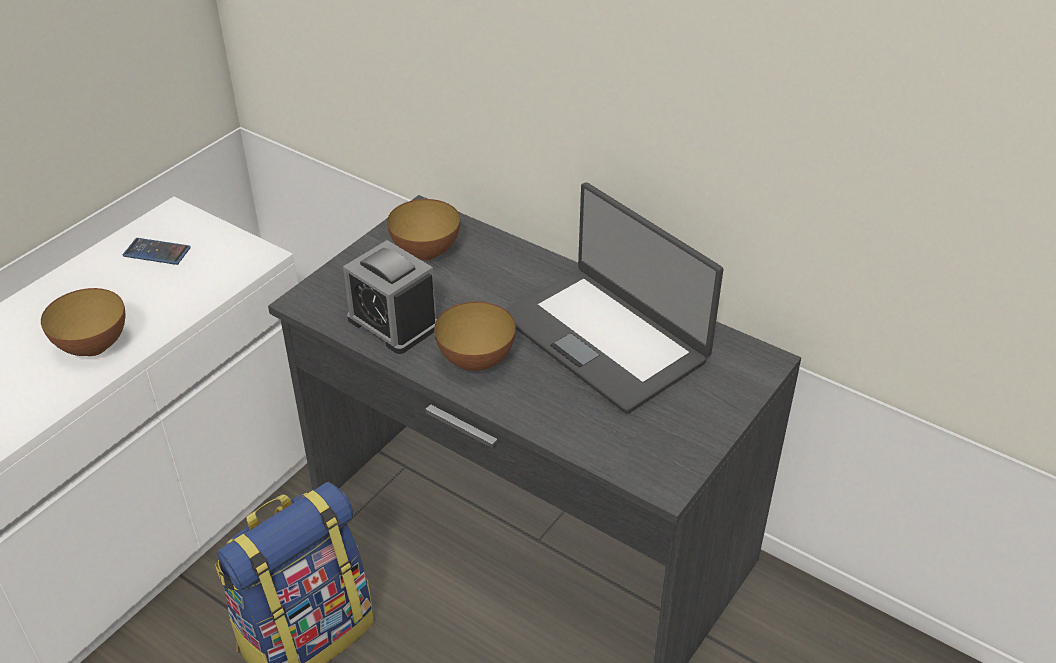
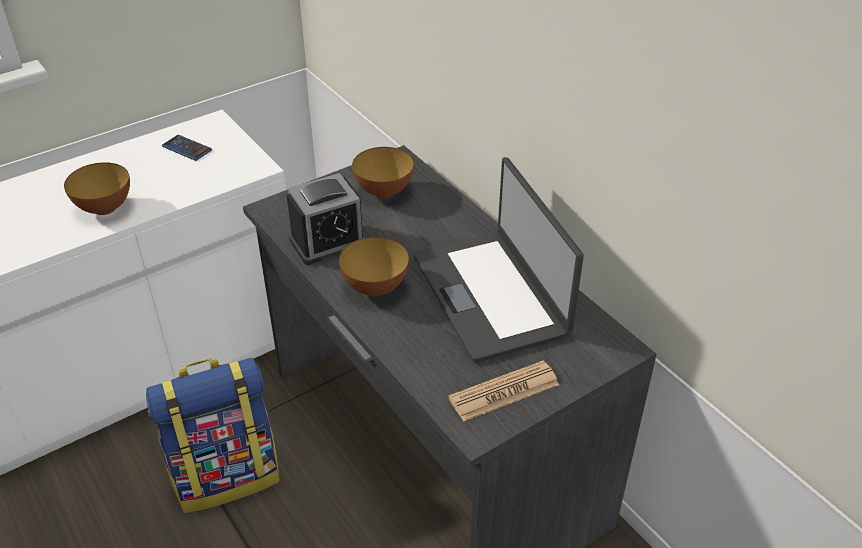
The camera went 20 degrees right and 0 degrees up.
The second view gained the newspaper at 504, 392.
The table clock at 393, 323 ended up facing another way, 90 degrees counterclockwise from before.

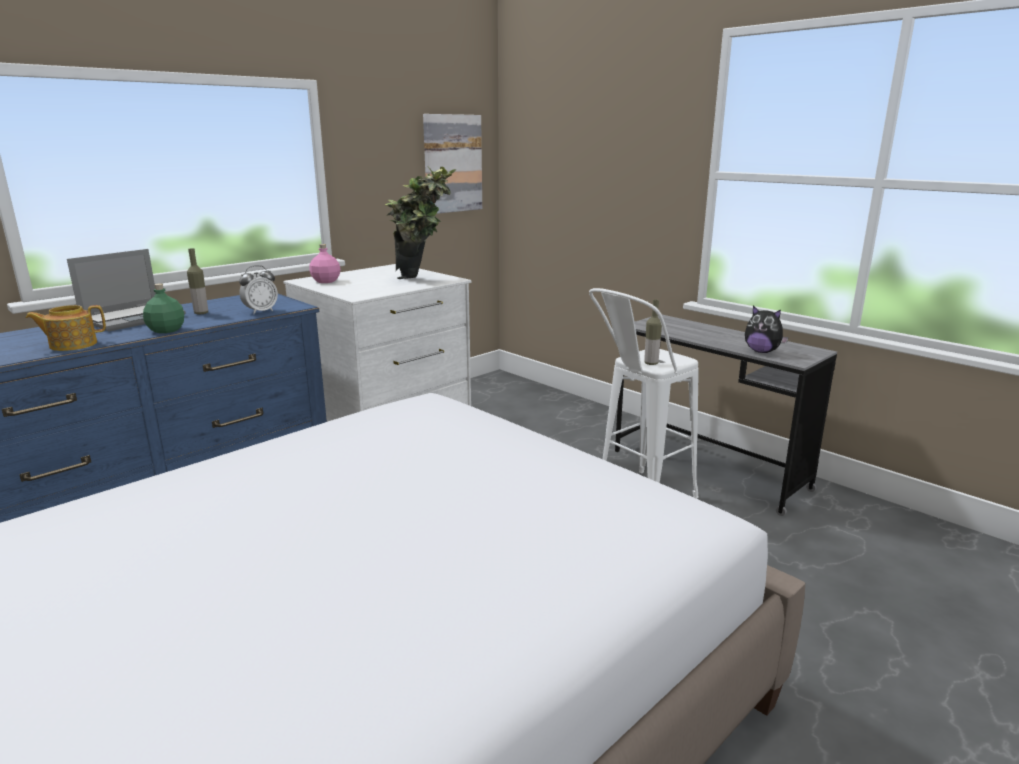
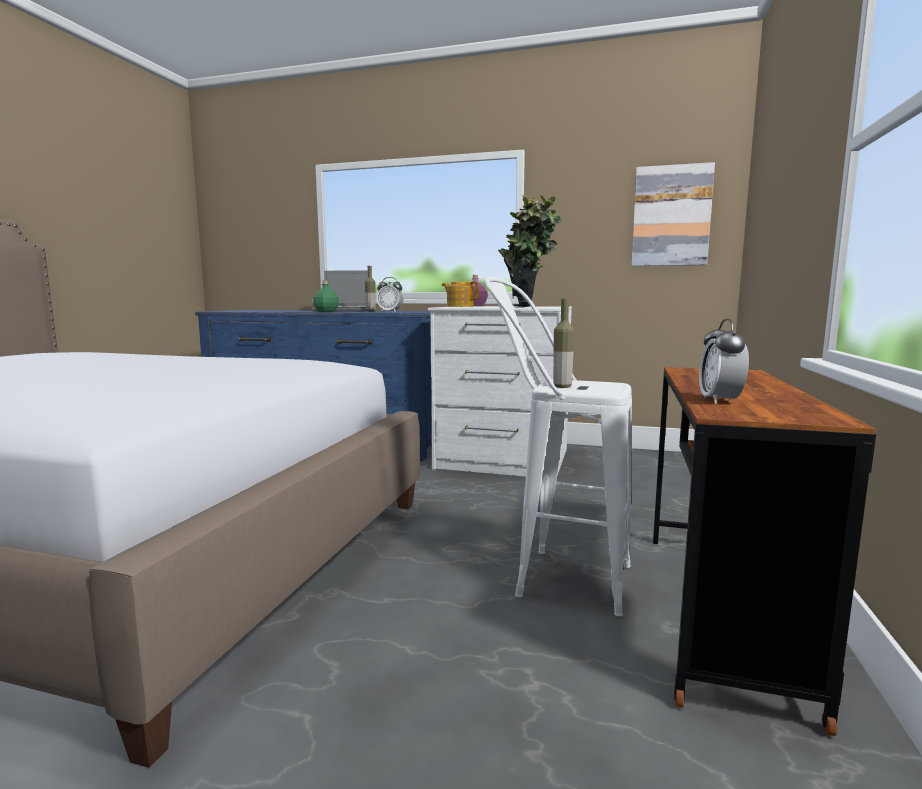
The camera went 60 degrees right and 10 degrees down.
The tea pot ended up elsewhere, having gone from 72, 345 to 460, 306.
Where the soft toy stood at 762, 351, the table clock came to stand at 720, 401.
What was the desk table/greyish at 708, 470 turned into the desk table/brown-coloured at 718, 612.

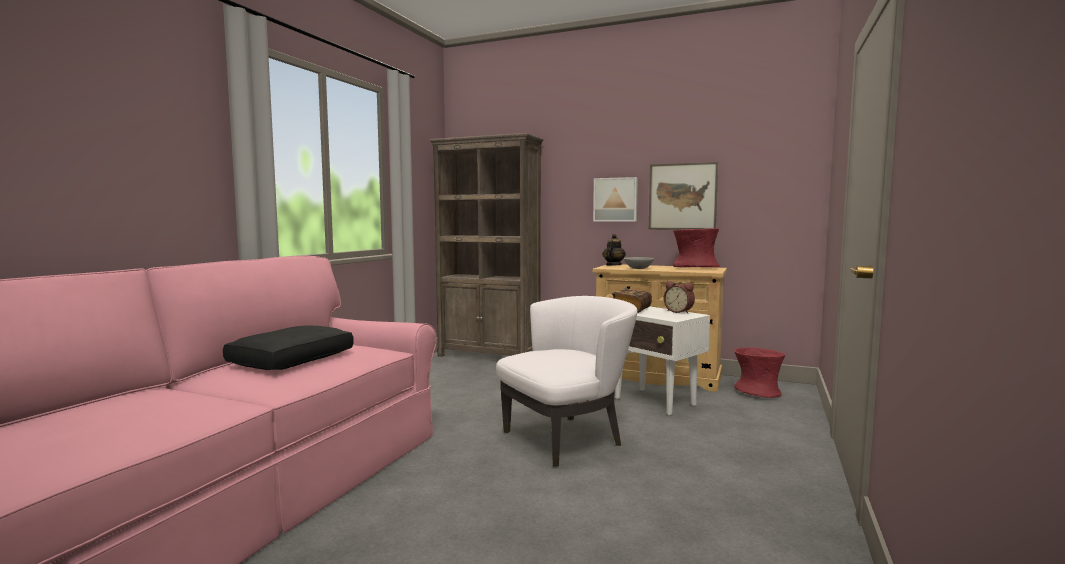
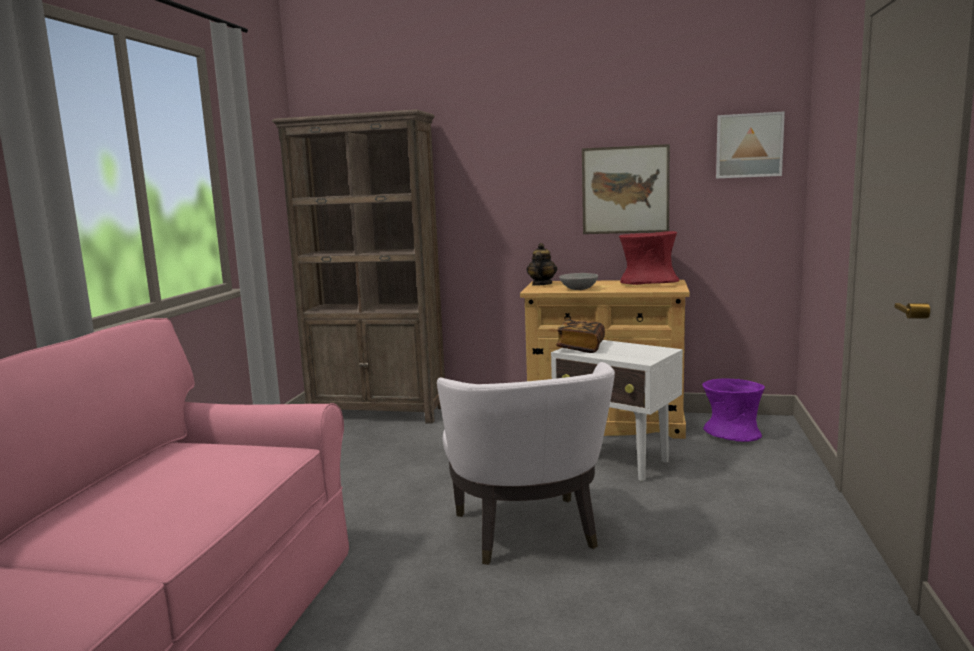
The camera went 10 degrees left and 5 degrees up.
The second view lost the cushion/blackish at 291, 359.
The second view lost the table clock at 679, 311.
The picture ended up elsewhere, having gone from 615, 199 to 748, 145.
What was the vase/reddish at 757, 392 turned into the vase/purple-coloured at 732, 434.
The easy chair/white at 566, 438 ended up facing another way, 120 degrees clockwise from before.

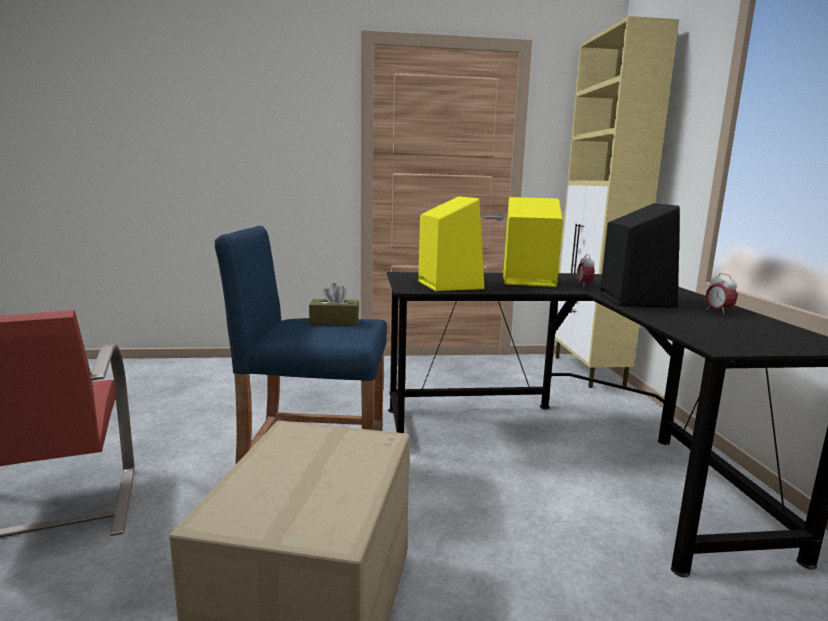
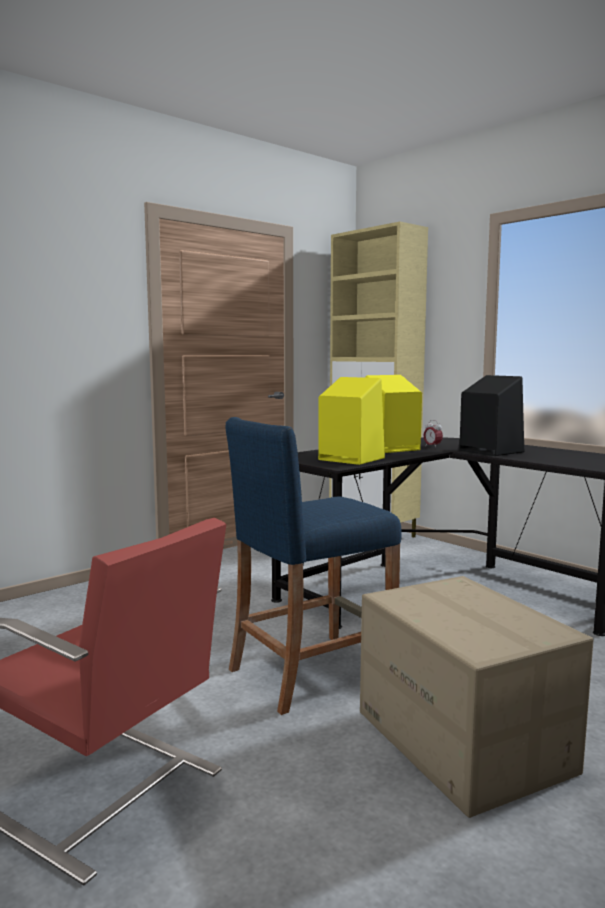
The camera went 35 degrees left and 5 degrees down.
The second view lost the tissue holder/brown-coloured at 334, 322.
The second view lost the table clock at 718, 311.

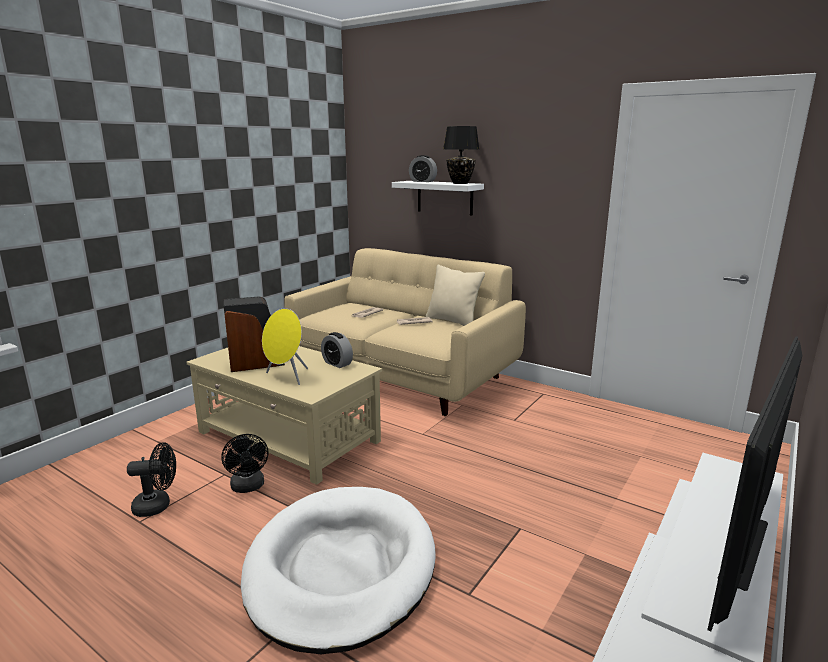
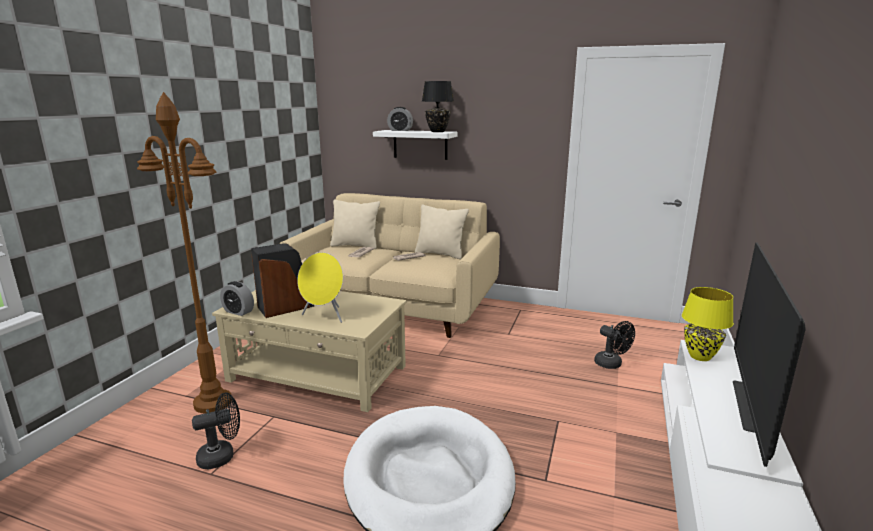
The camera went 15 degrees left and 0 degrees up.
The second view gained the floor lamp/brown-coloured at 212, 403.
The second view gained the cushion/sand-coloured at 355, 245.
The second view gained the lamp for a table/yellowish at 700, 357.
The electric fan/blackish ended up elsewhere, having gone from 248, 487 to 612, 364.
The table clock ended up elsewhere, having gone from 337, 363 to 238, 311.

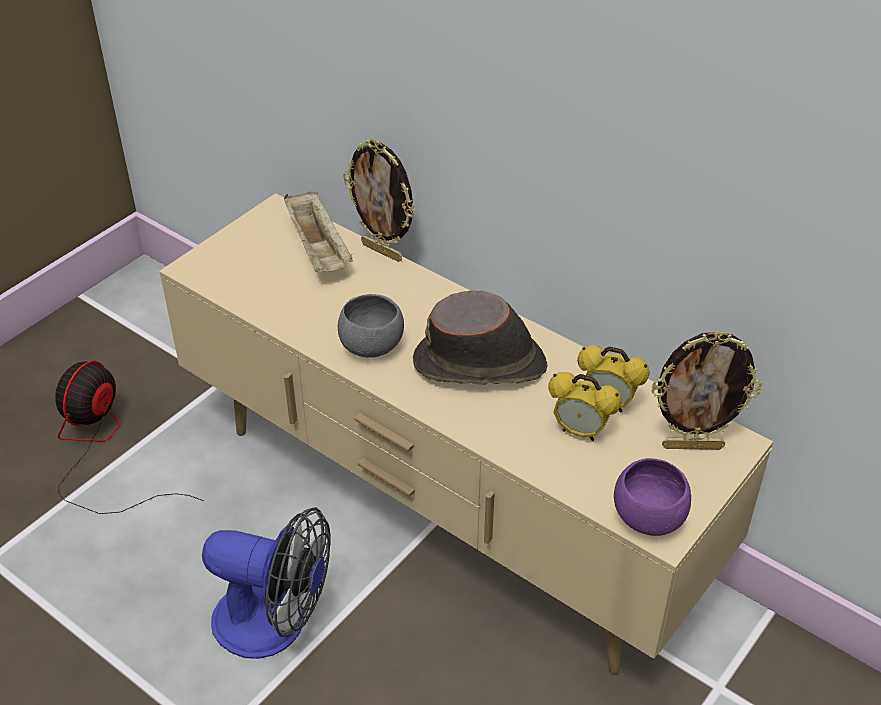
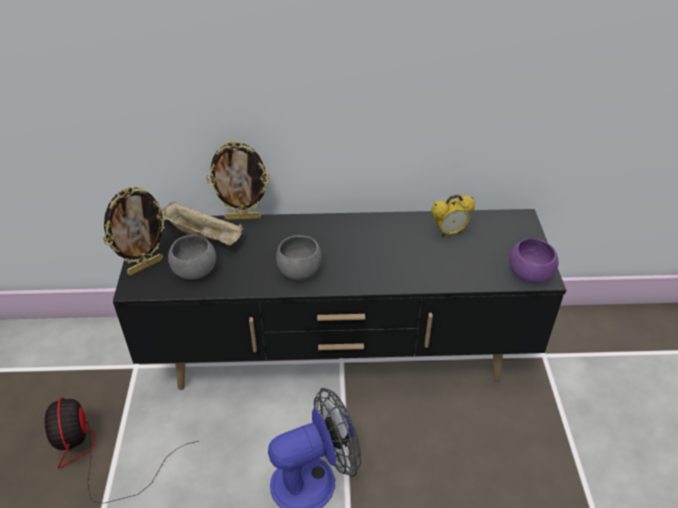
The camera went 40 degrees left and 0 degrees up.
The second view lost the hat/brown-coloured at 481, 364.
The second view lost the table clock at 580, 432.
The second view gained the serving bowl/greyish at 194, 271.
The photo frame ended up elsewhere, having gone from 692, 445 to 145, 266.
What was the media console/sand-coloured at 443, 512 turned into the media console/blackish at 340, 357.

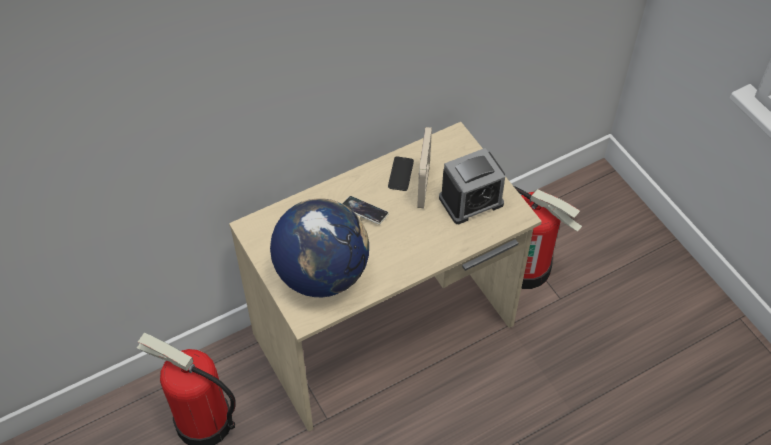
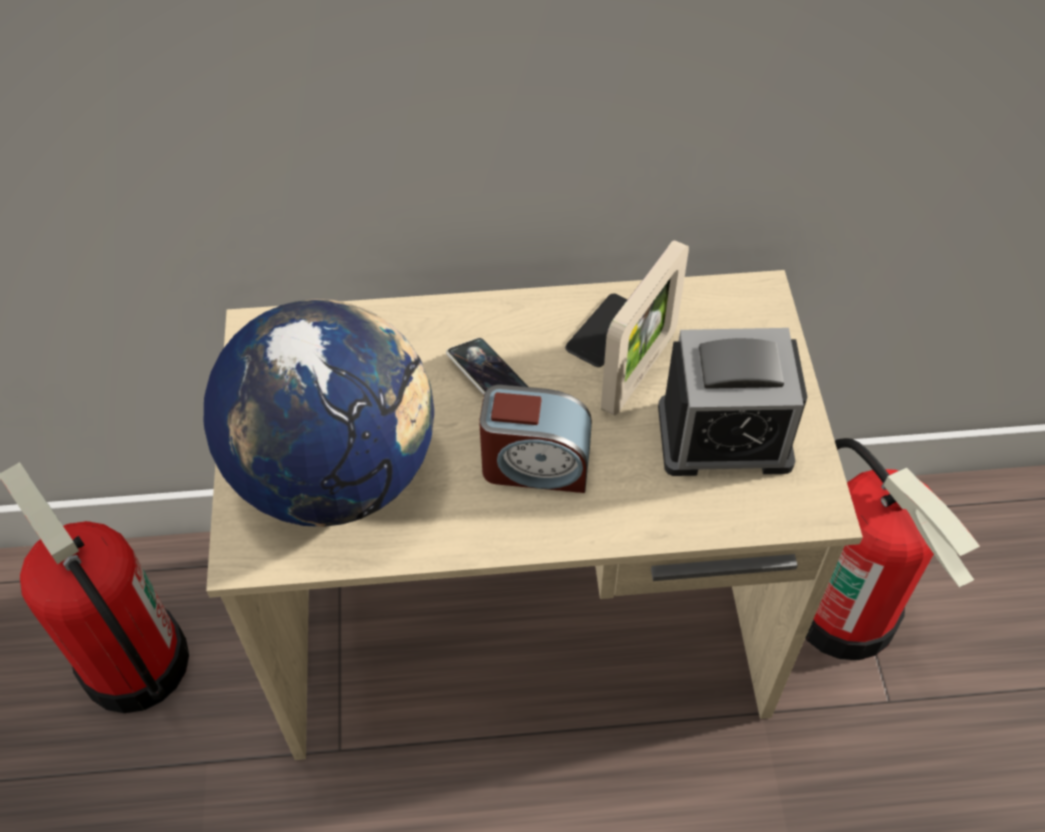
The camera went 25 degrees right and 0 degrees up.
The second view gained the table clock at 535, 465.

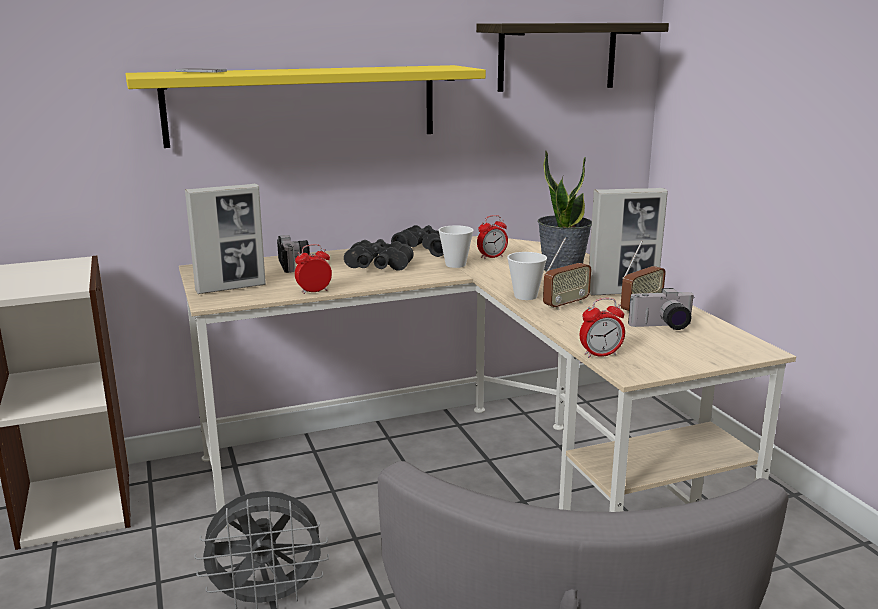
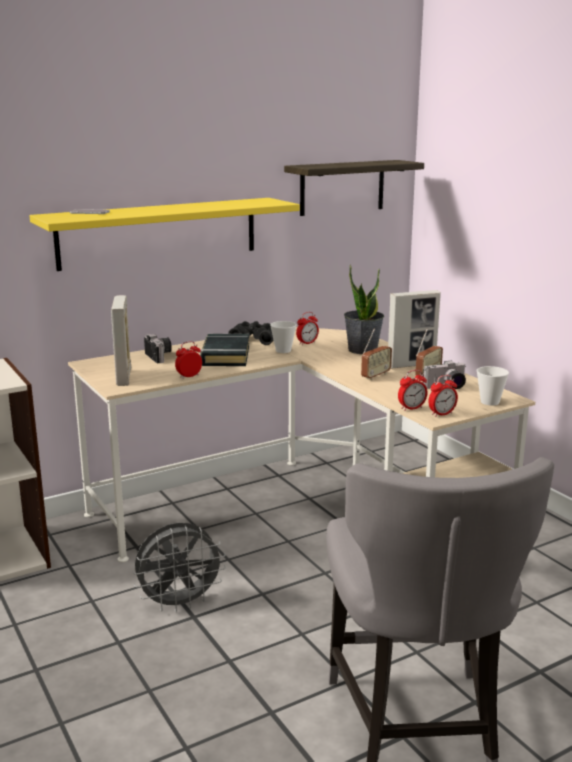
The camera went 10 degrees left and 0 degrees up.
The second view gained the table clock at 442, 414.
The small cup ended up elsewhere, having gone from 525, 296 to 490, 402.
Where the field glasses/blackish stood at 377, 267, the volume/blackish came to stand at 225, 355.
The photo frame at 231, 288 ended up facing another way, 120 degrees clockwise from before.

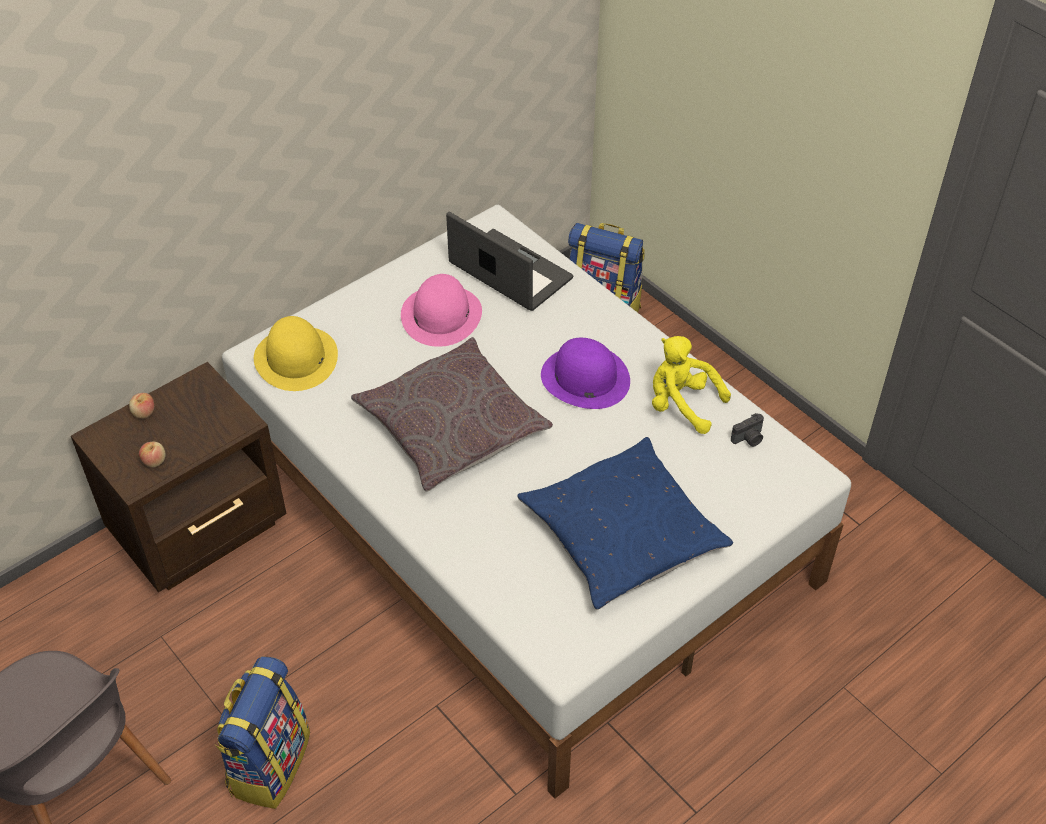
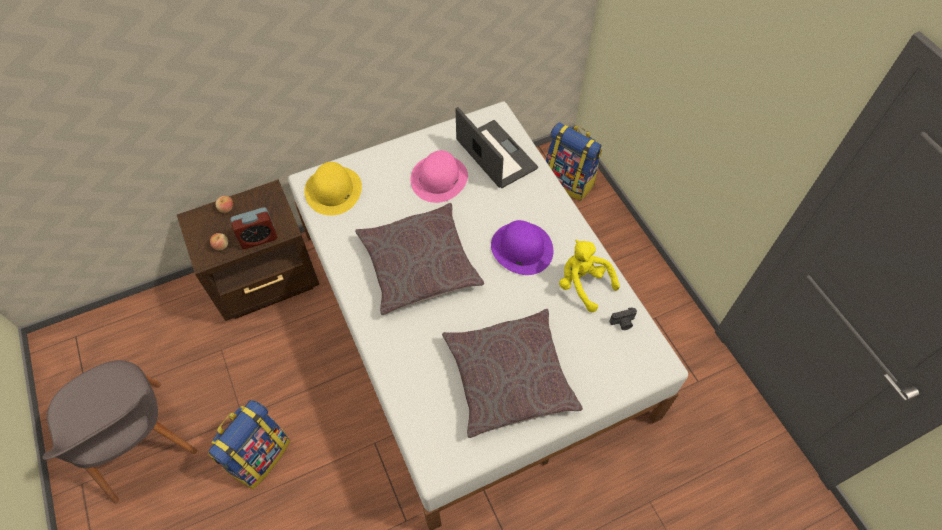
The camera went 15 degrees right and 10 degrees up.
The second view gained the table clock at 259, 238.
What was the cushion/bluish at 622, 534 turned into the cushion/greyish at 509, 377.

